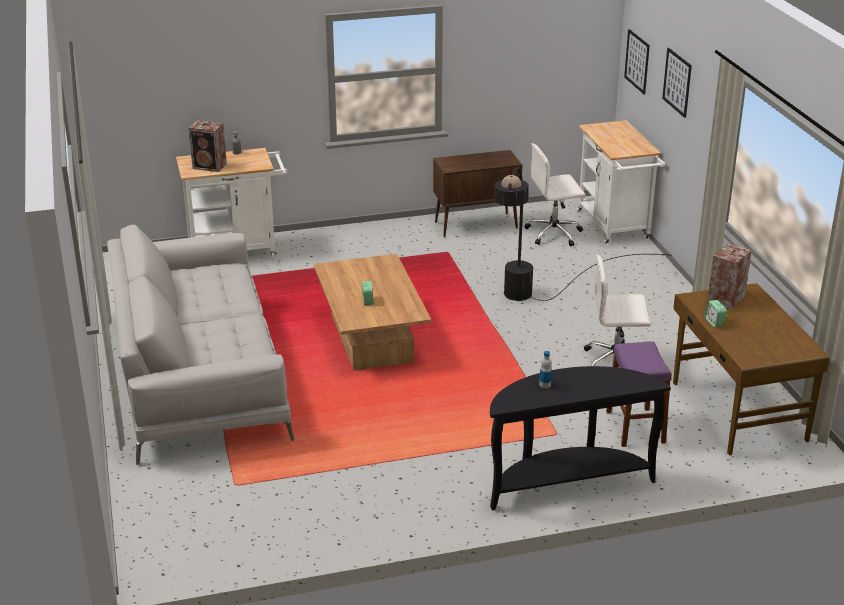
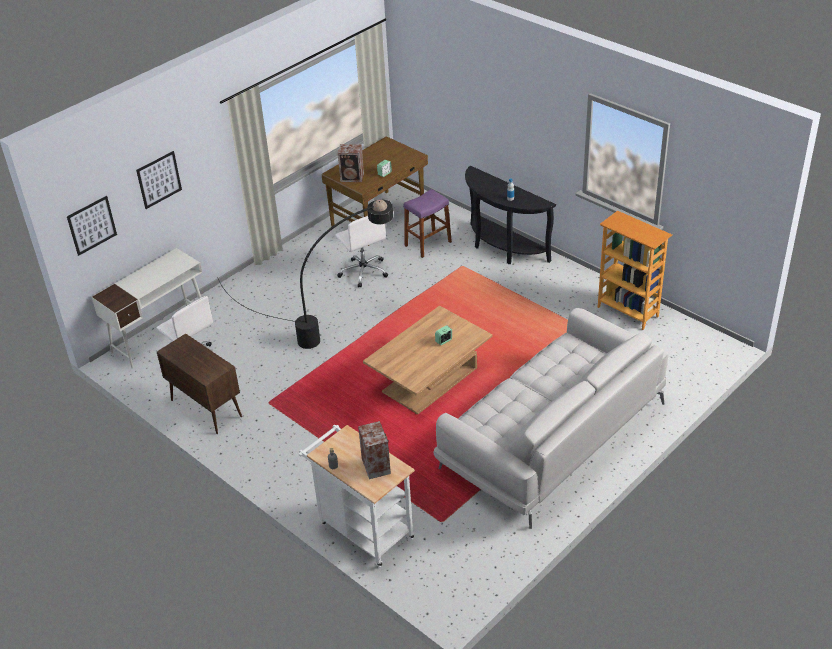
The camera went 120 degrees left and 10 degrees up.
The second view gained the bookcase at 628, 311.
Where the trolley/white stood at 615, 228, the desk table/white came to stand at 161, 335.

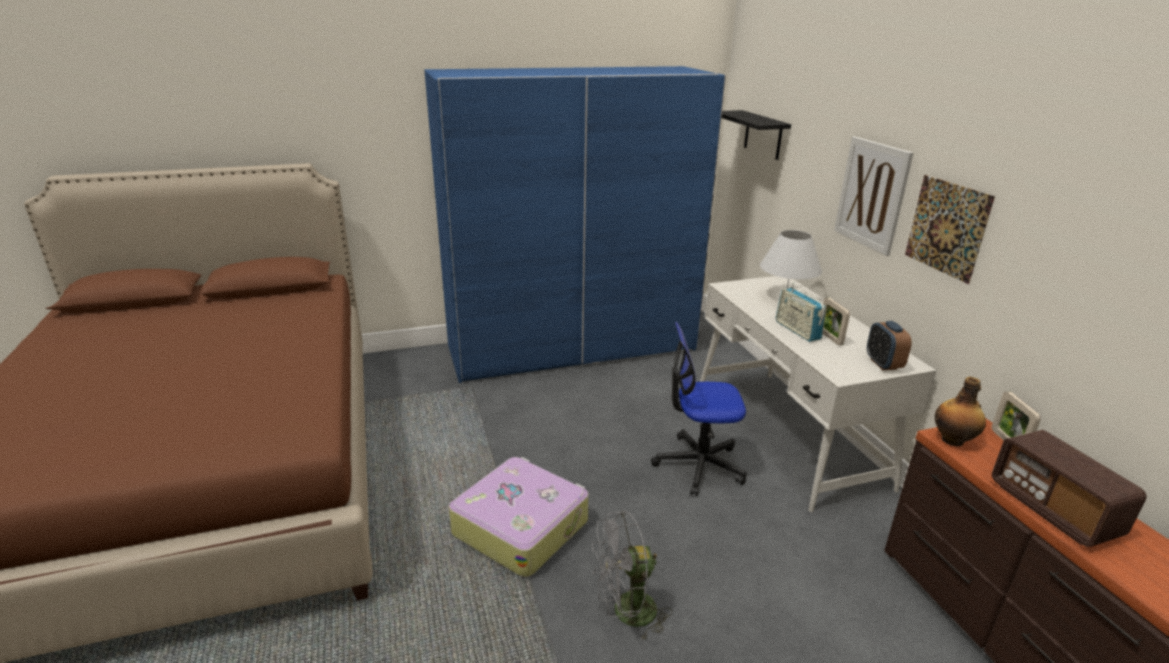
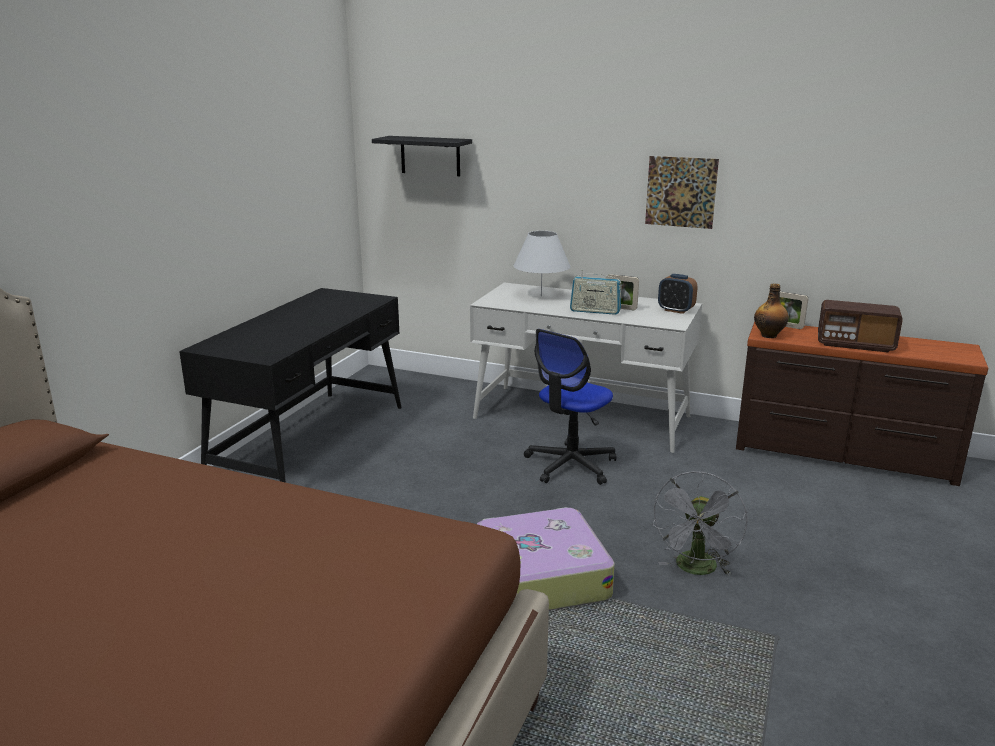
The camera went 50 degrees left and 5 degrees down.
The second view lost the picture at 871, 195.
Where the clothes cupboard/bluish stood at 572, 347, the desk table/blackish came to stand at 311, 440.

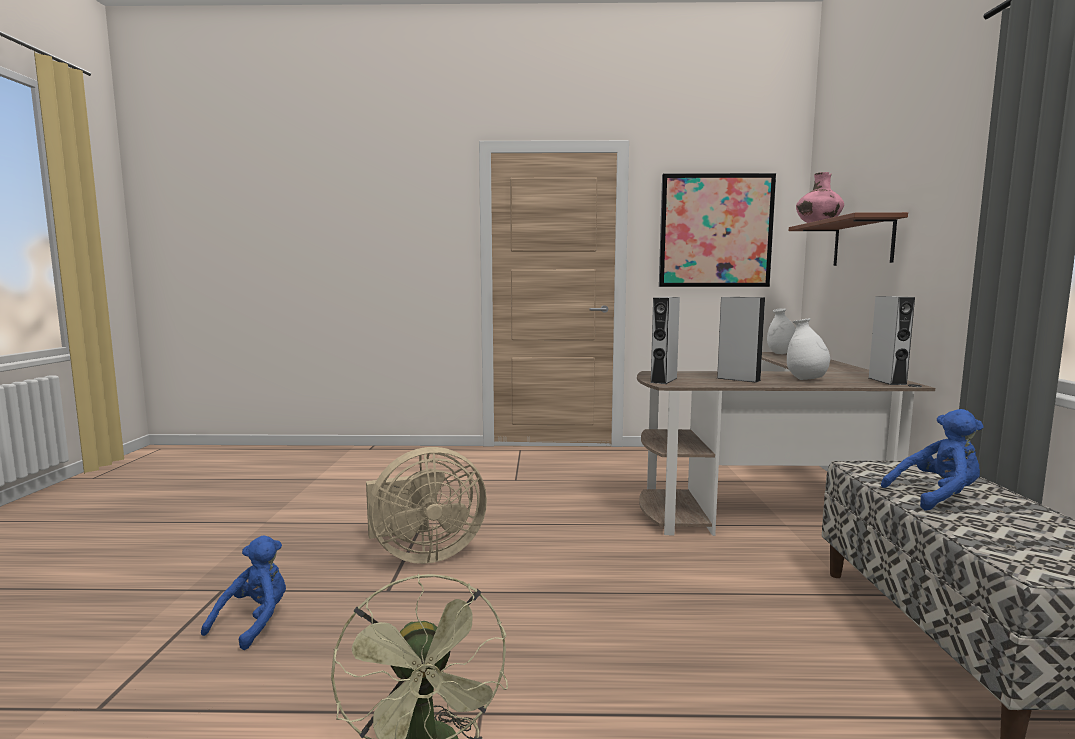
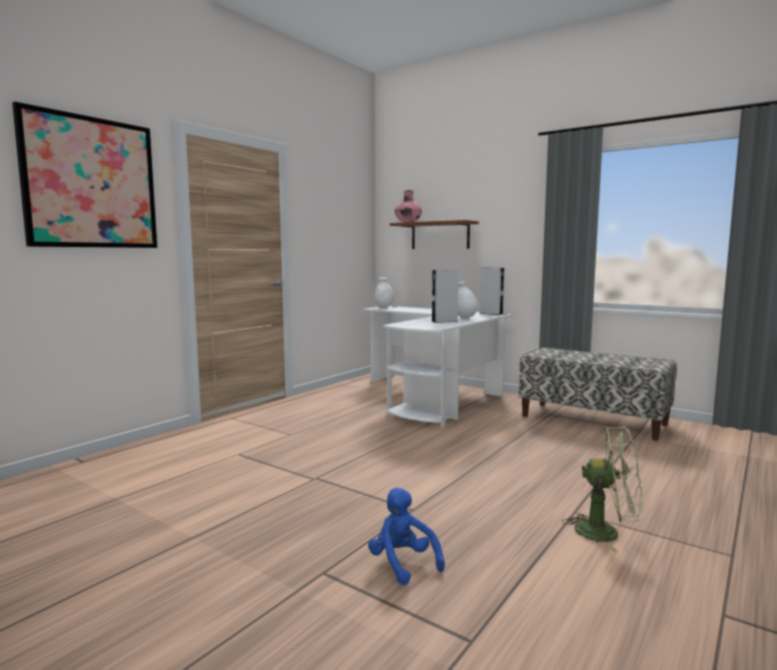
The camera went 55 degrees left and 0 degrees up.
The second view lost the electric fan/sand-coloured at 423, 554.
The second view lost the audio speaker/greyish at 664, 380.
The second view lost the soft toy/bluish at 937, 497.
The picture ended up elsewhere, having gone from 715, 231 to 91, 183.
What was the desk table/brown-coloured at 777, 499 turned into the desk table/white at 435, 396.

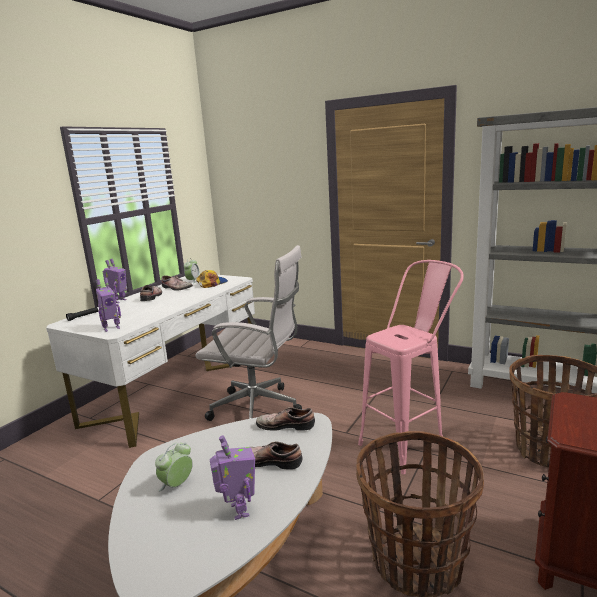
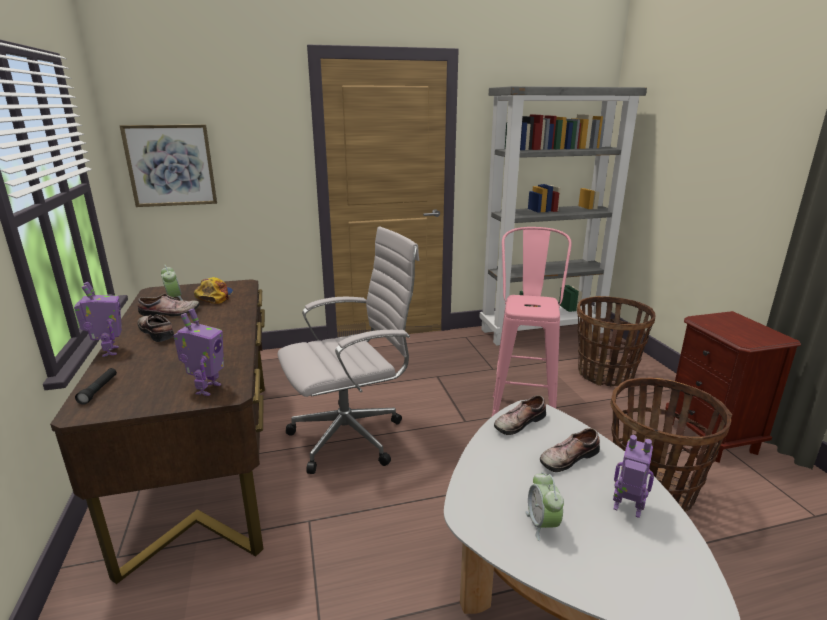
The camera went 45 degrees left and 5 degrees up.
The second view gained the picture at 171, 165.
What was the desk table/white at 176, 391 turned into the desk table/brown-coloured at 207, 461.

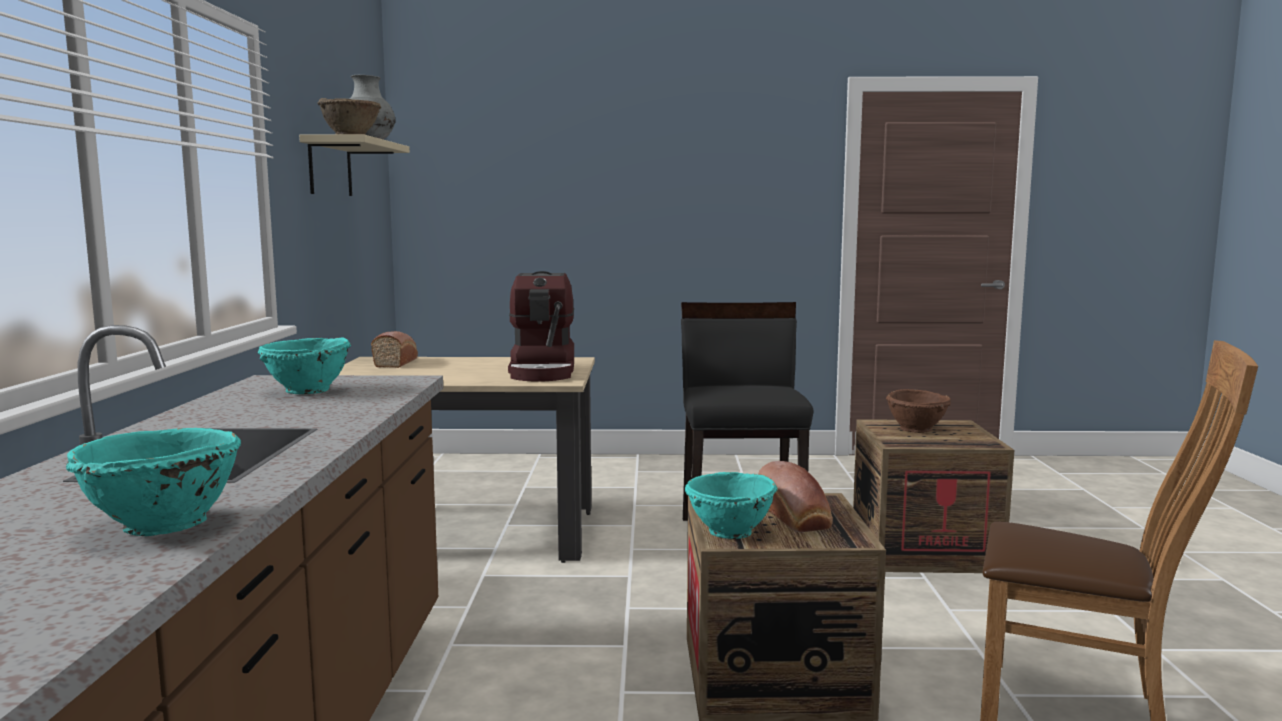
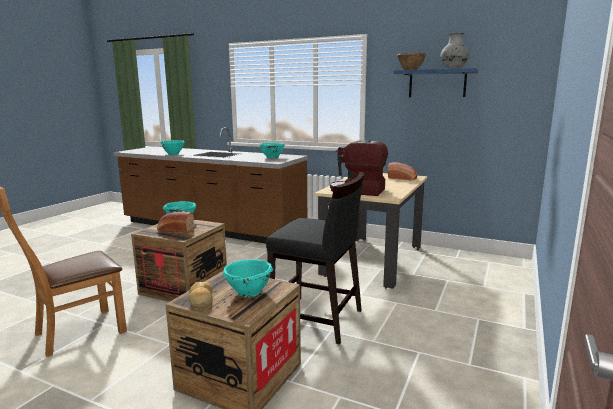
The camera went 115 degrees right and 5 degrees up.
The second view gained the bread at 201, 300.
What was the bracket shelf/sand-coloured at 330, 168 turned into the bracket shelf/bluish at 437, 83.
What was the serving bowl/brown-coloured at 917, 429 turned into the serving bowl/turquoise at 248, 292.

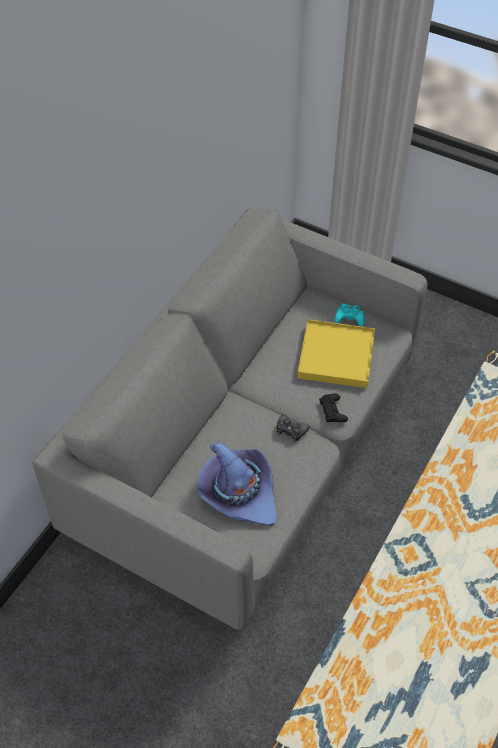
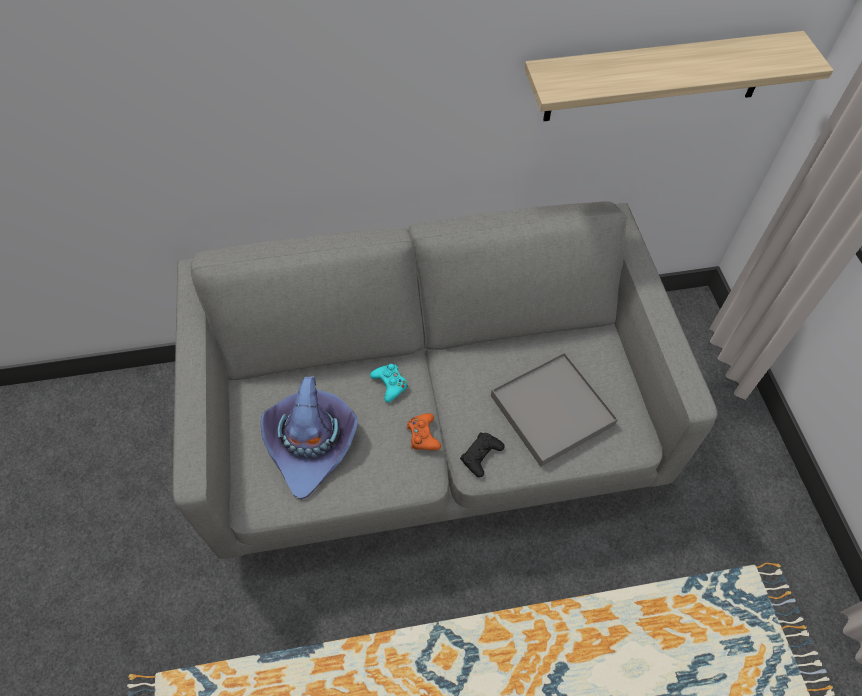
The camera went 50 degrees right and 5 degrees up.
The second view gained the bracket shelf at 657, 77.
The gamepad/turquoise ended up elsewhere, having gone from 349, 318 to 390, 384.
What was the gamepad/blackish at 291, 430 turned into the gamepad/orange at 423, 435.
What was the tray/yellowish at 336, 356 turned into the tray/greyish at 552, 411.

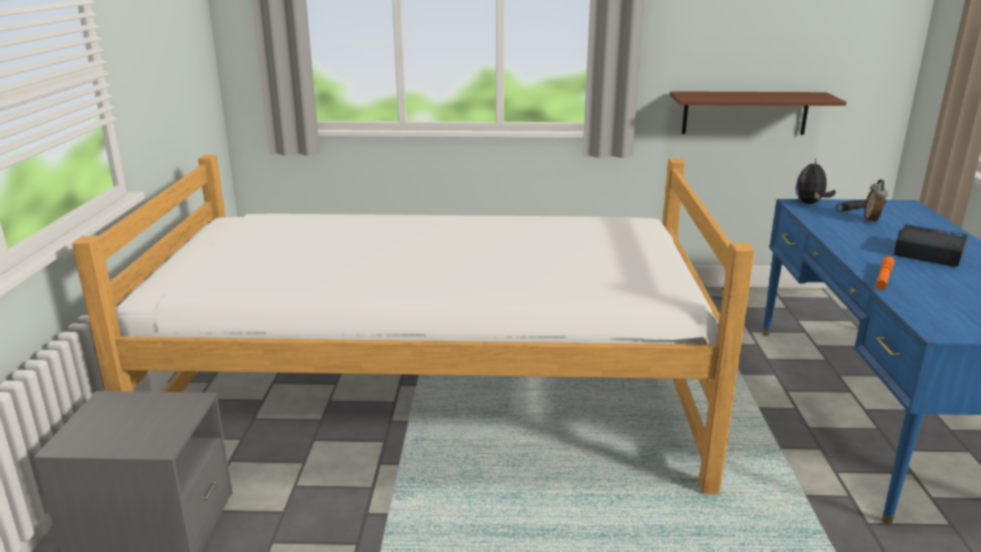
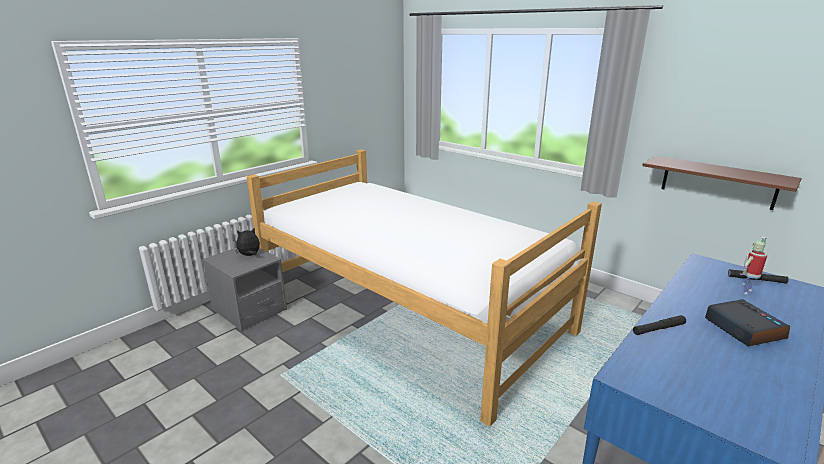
The camera went 40 degrees right and 0 degrees up.
The soft toy ended up elsewhere, having gone from 810, 203 to 249, 255.
Where the table clock stood at 872, 220, the toy robot came to stand at 745, 291.
What was the torch/orange at 883, 277 turned into the torch/blackish at 658, 329.

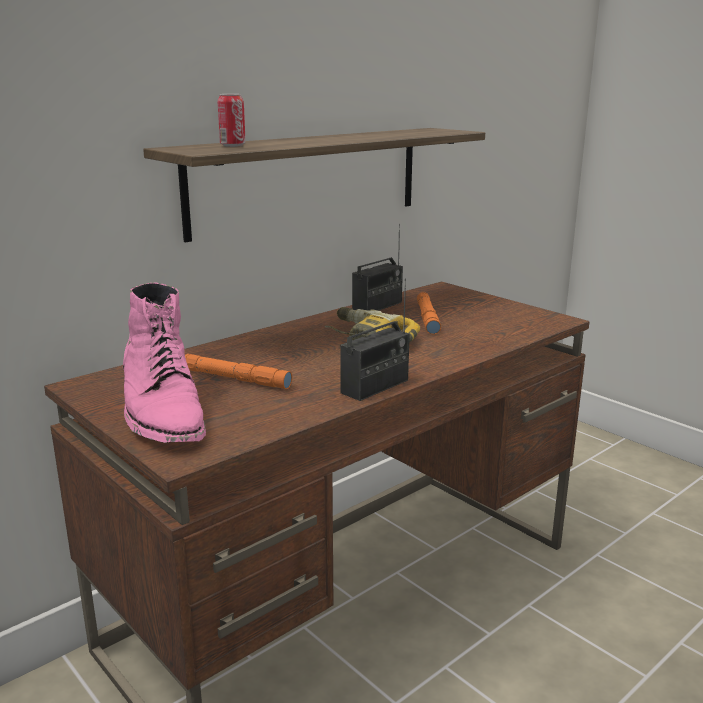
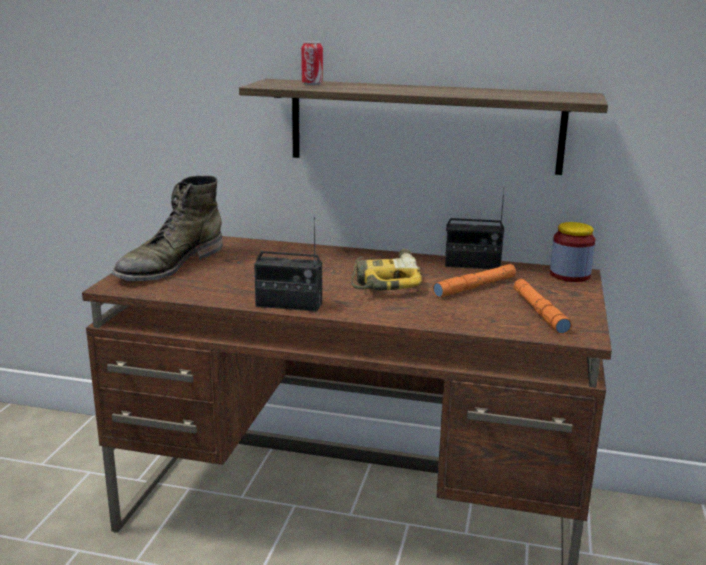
The camera went 55 degrees right and 0 degrees up.
The second view gained the preserve jar at 570, 275.
The torch/orange ended up elsewhere, having gone from 236, 379 to 539, 312.
What was the boot/pinkish at 162, 412 turned into the boot/green-coloured at 169, 264.

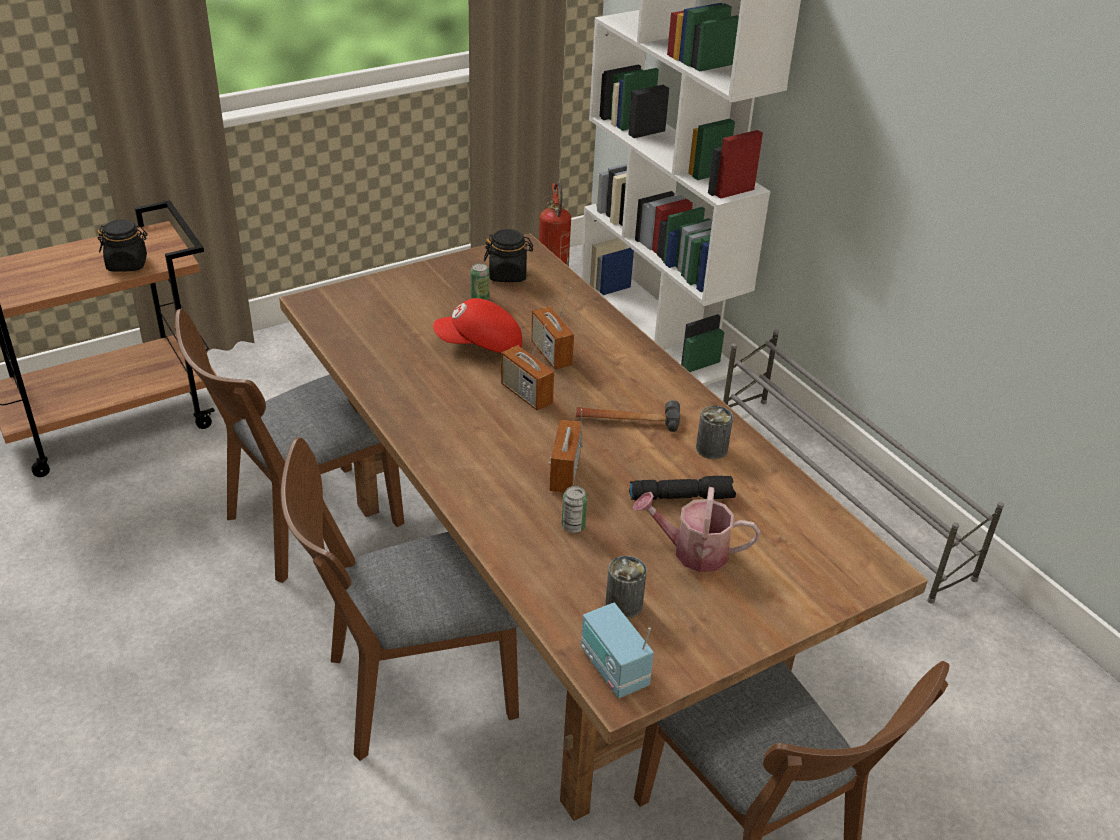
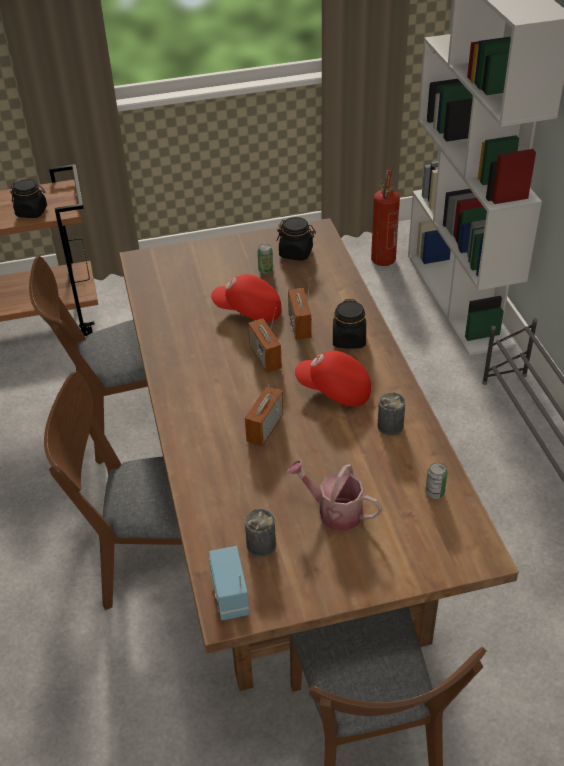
The camera went 20 degrees right and 5 degrees up.
The second view lost the torch/blackish at 681, 496.
The second view gained the preserve jar/blackish at 349, 340.
The can ended up elsewhere, having gone from 573, 526 to 434, 492.
Where the tool hammer stood at 627, 420, the baseball cap/reddish came to stand at 334, 391.

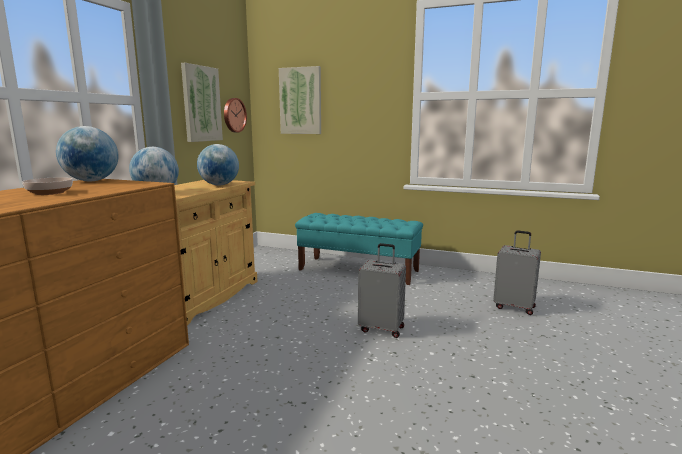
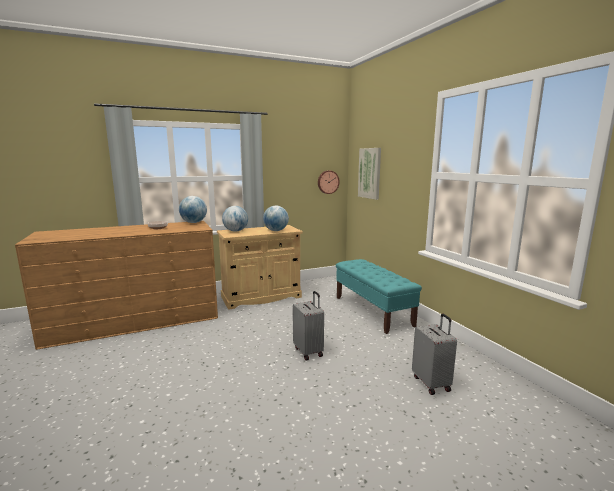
The camera went 45 degrees right and 0 degrees up.
The second view lost the picture at 201, 104.

